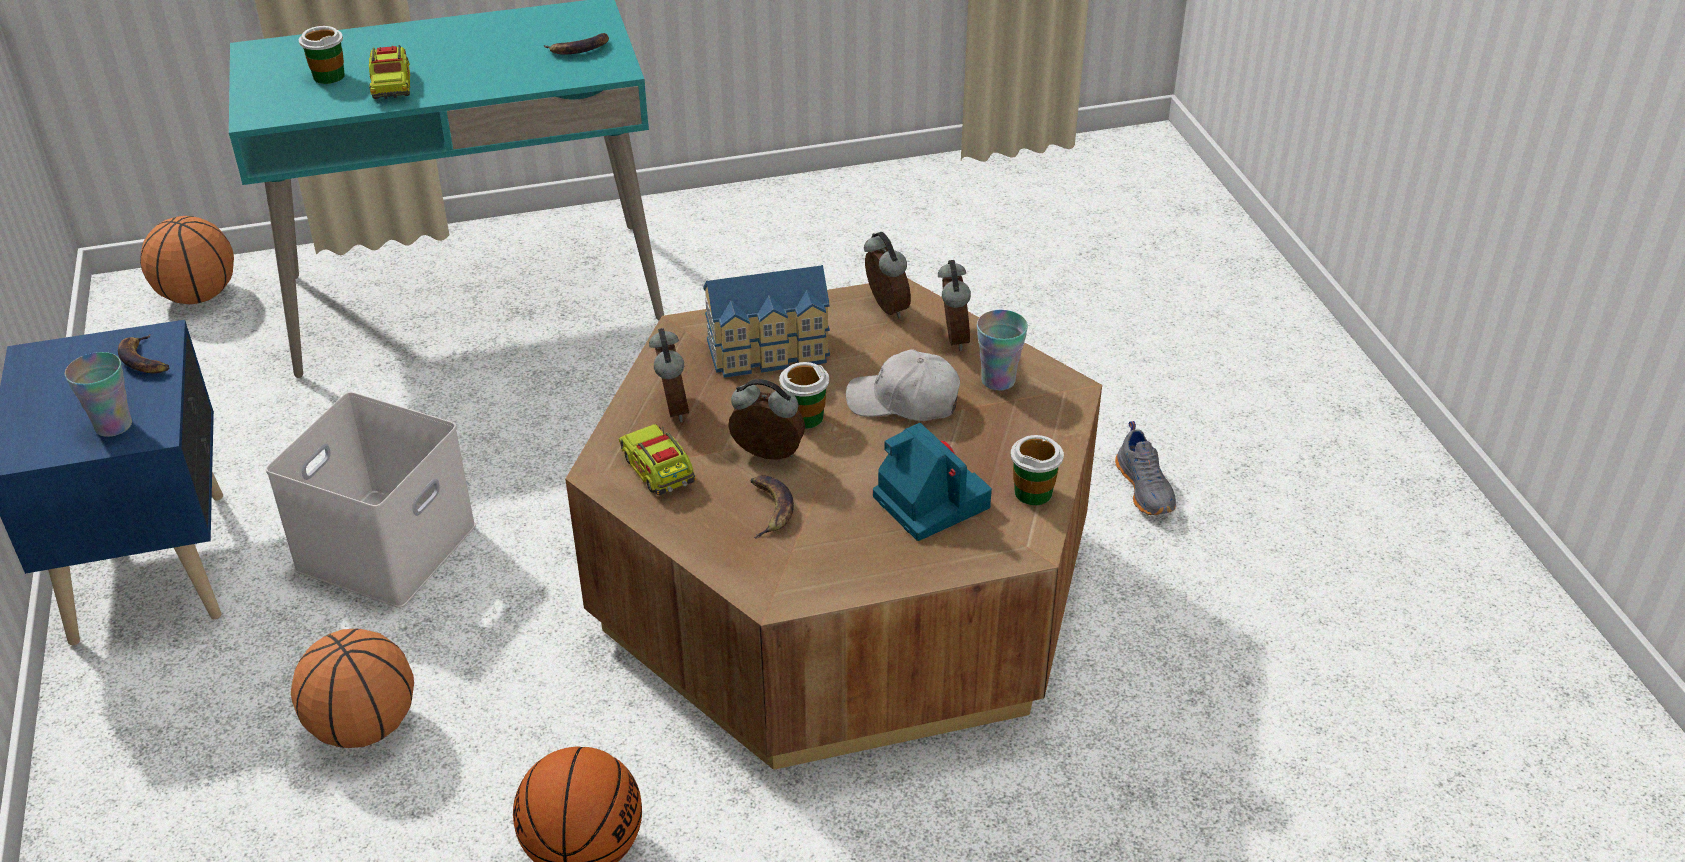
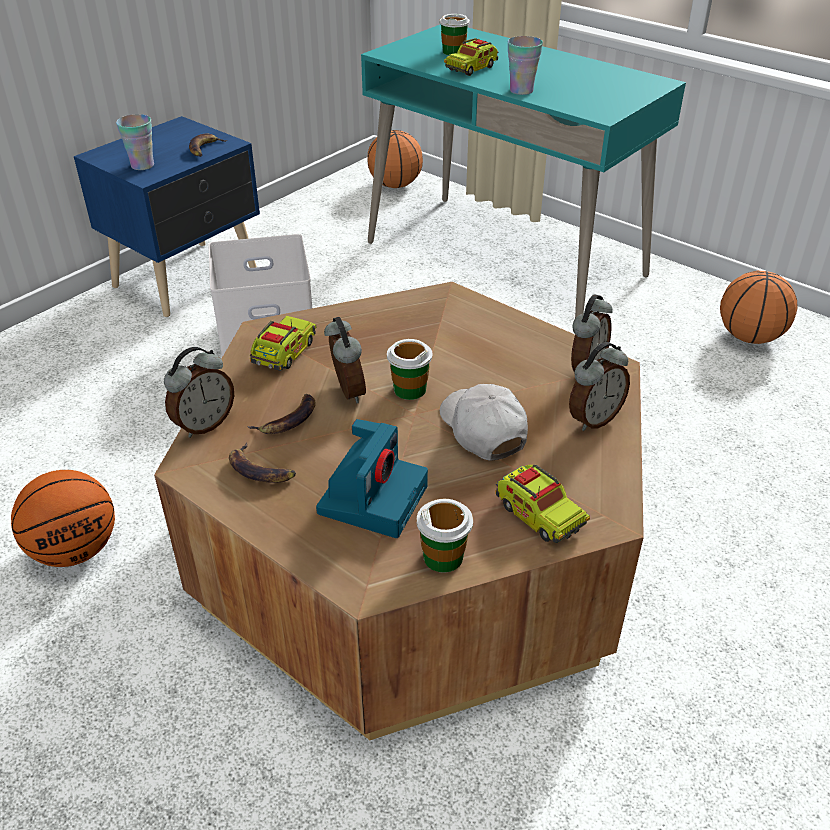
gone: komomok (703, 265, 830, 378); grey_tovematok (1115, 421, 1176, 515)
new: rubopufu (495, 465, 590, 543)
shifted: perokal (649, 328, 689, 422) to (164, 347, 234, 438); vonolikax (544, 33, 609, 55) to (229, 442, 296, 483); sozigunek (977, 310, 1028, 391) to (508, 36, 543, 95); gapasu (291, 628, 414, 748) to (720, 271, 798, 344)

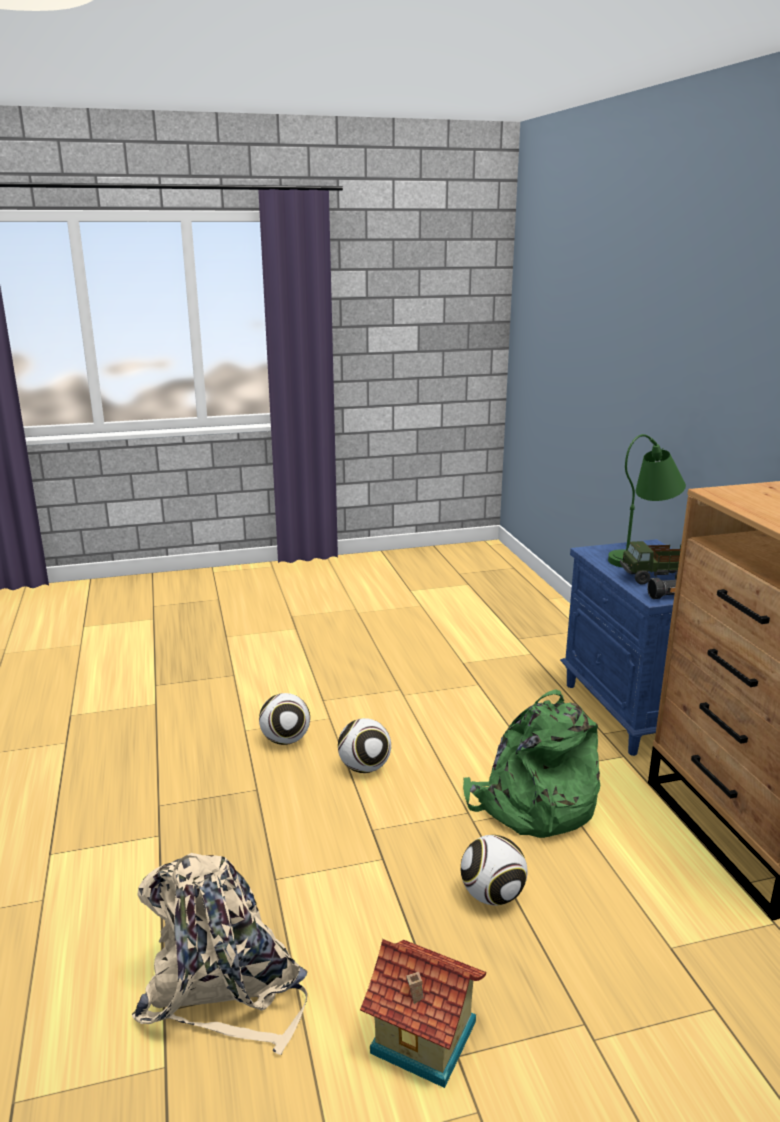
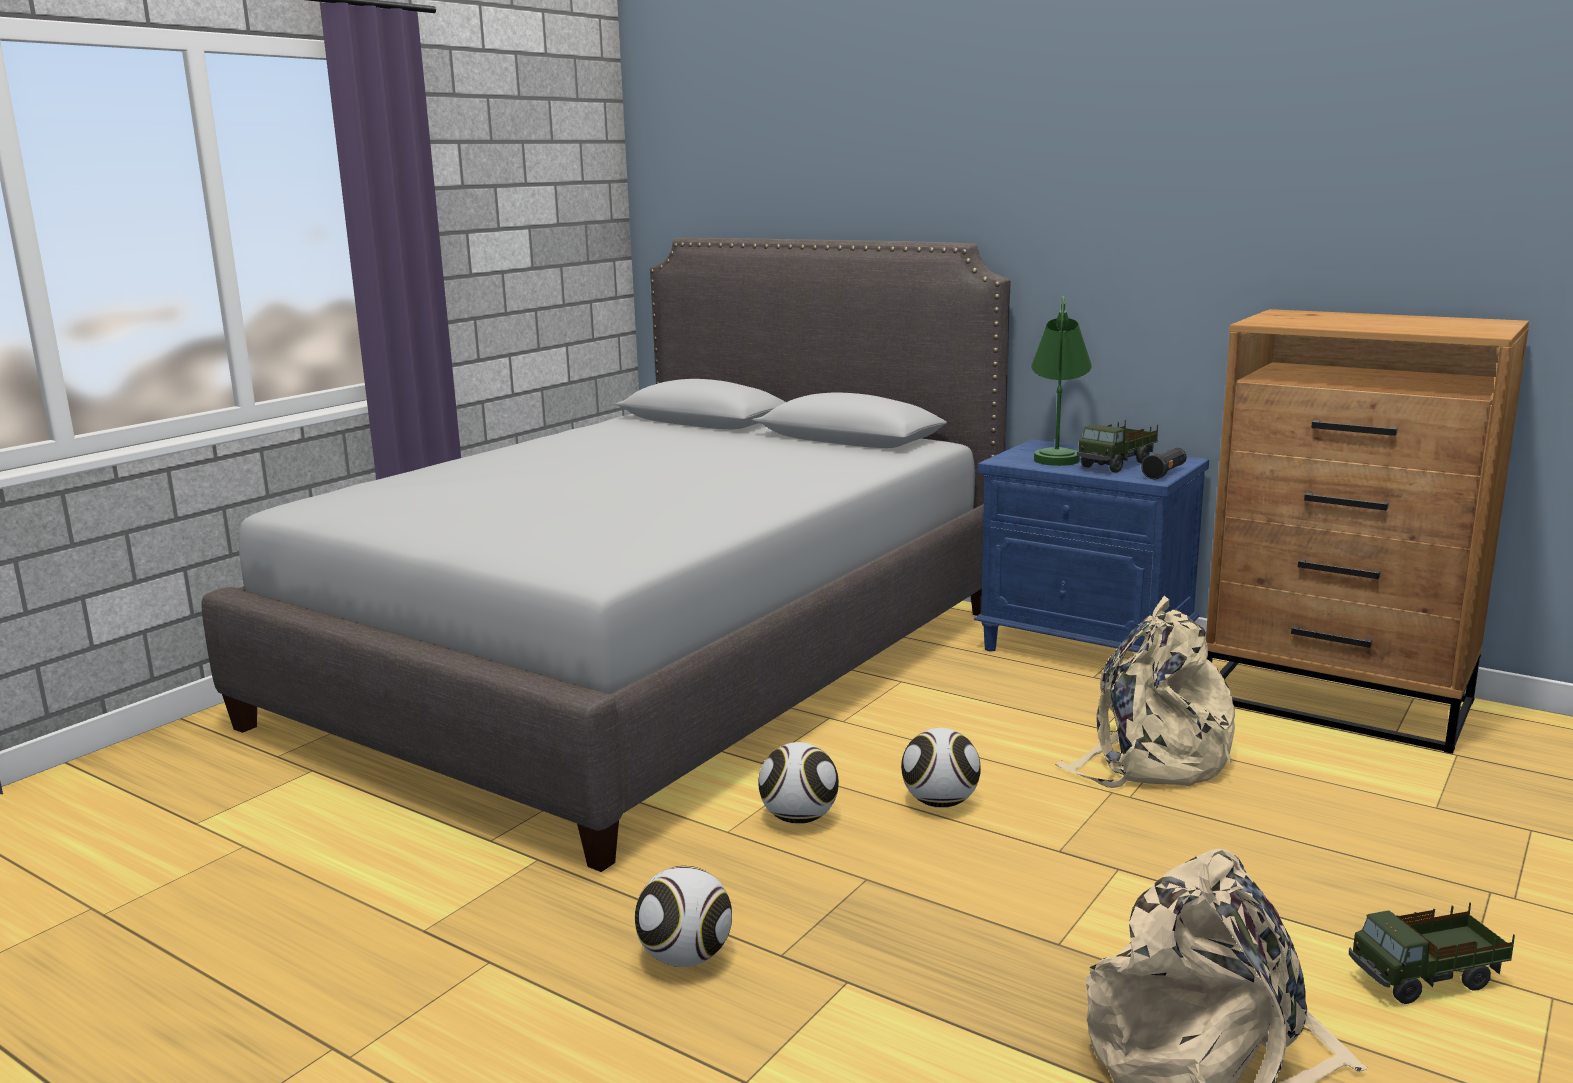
new: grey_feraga (201, 238, 1010, 872)
shifted: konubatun (461, 835, 528, 906) to (635, 866, 732, 967)
swapped: komomok (360, 939, 486, 1088) to rubopufu (1349, 902, 1515, 1004)
repainted: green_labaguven (463, 689, 600, 838) to beige_labaguven (1055, 596, 1235, 788)

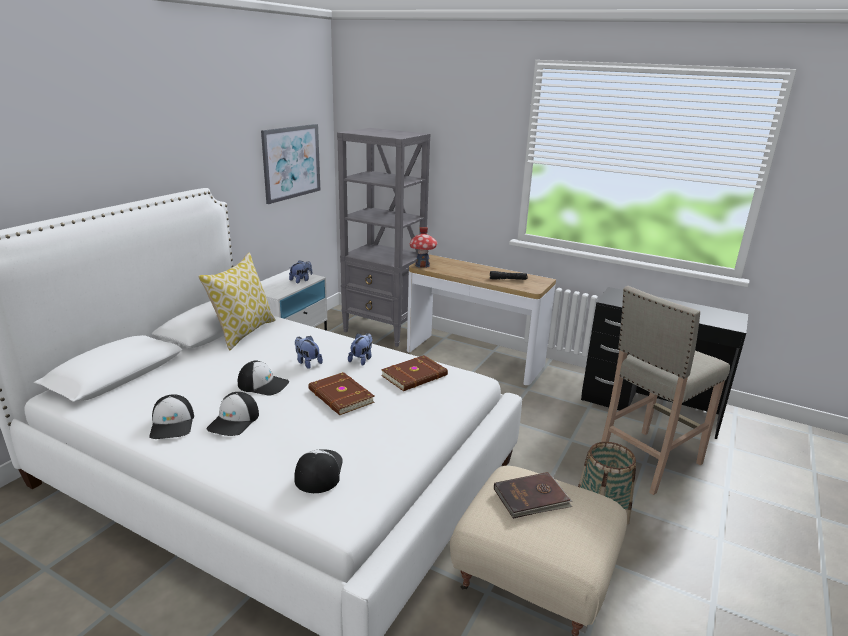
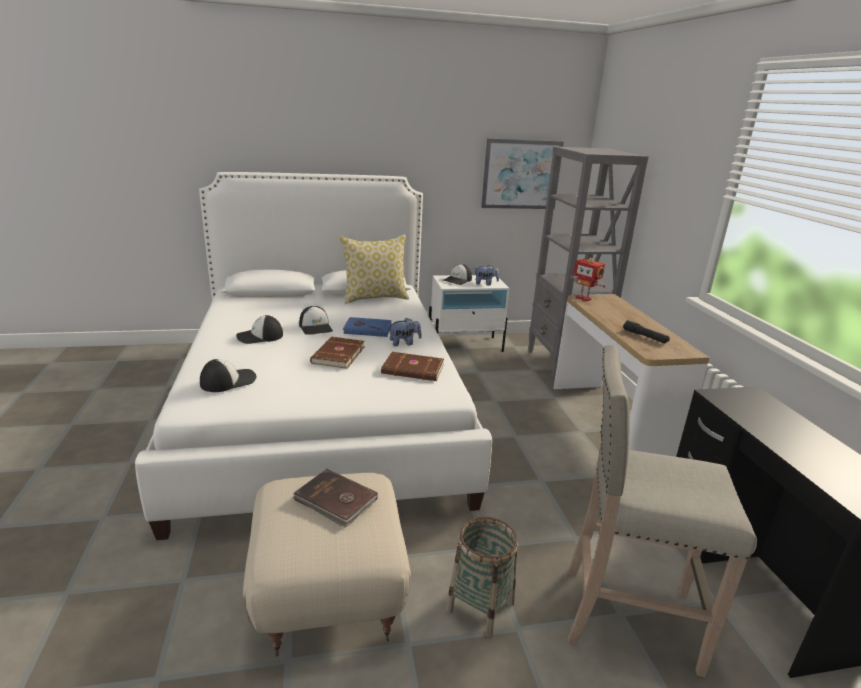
shifted: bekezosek (149, 394, 194, 439) to (443, 264, 472, 285)
swapped: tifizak (295, 336, 323, 369) to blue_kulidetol (343, 317, 392, 337); komomok (410, 227, 437, 268) to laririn (570, 258, 606, 301)

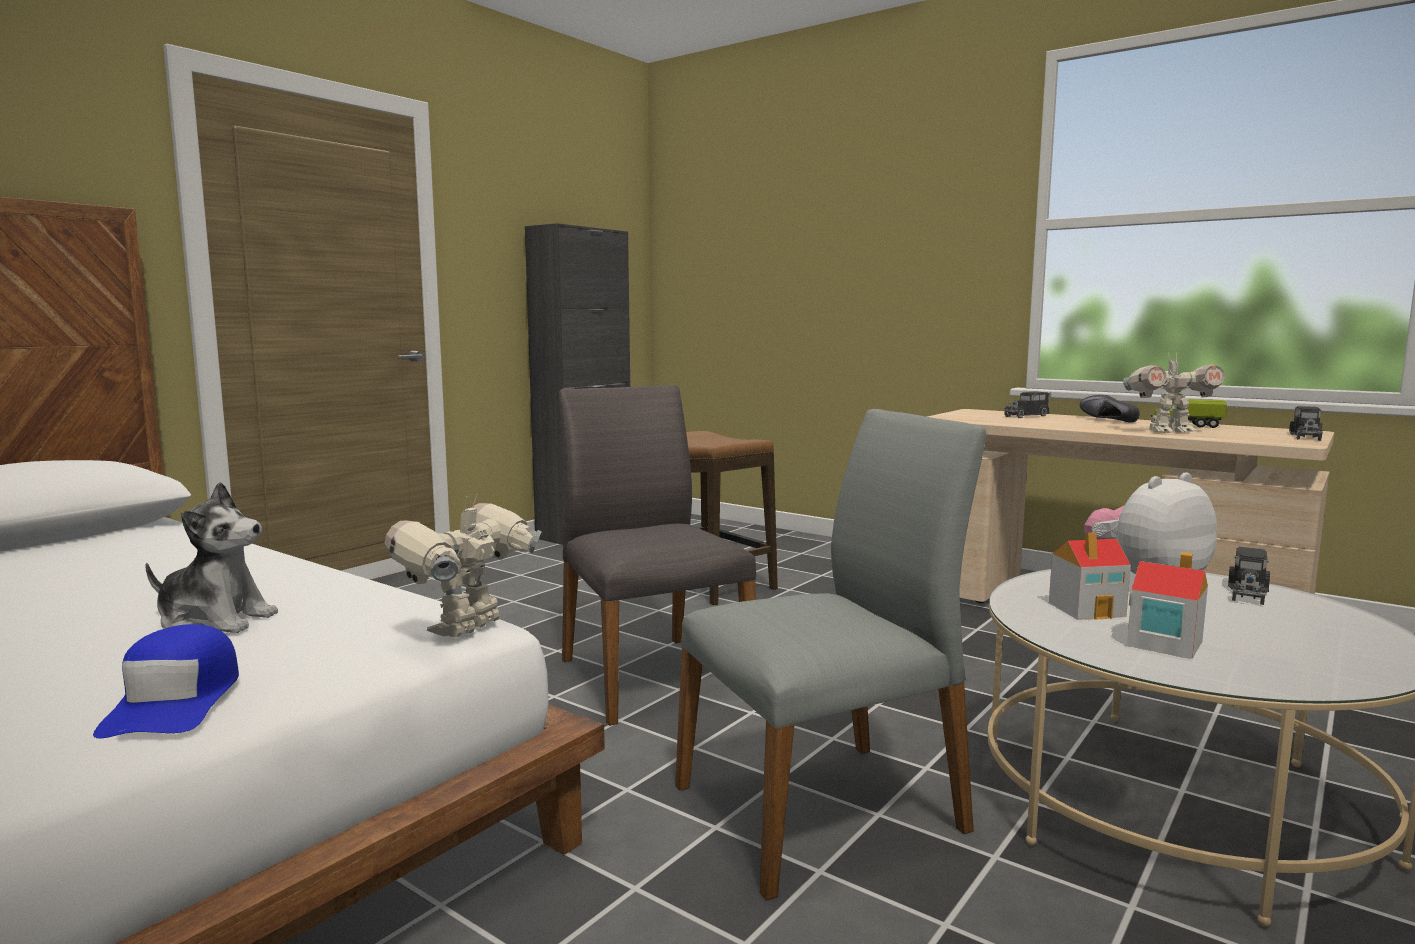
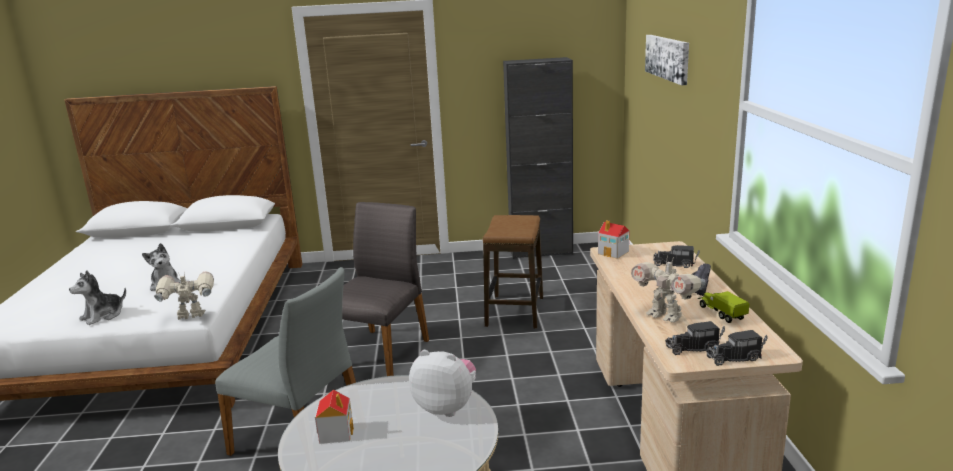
new: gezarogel (645, 35, 689, 85)
shifted: komomok (1049, 532, 1131, 620) to (598, 220, 629, 259); rubopufu (1228, 546, 1270, 605) to (665, 321, 725, 355)
swapped: blue_bekezosek (93, 624, 239, 738) to tifizak (69, 270, 126, 325)

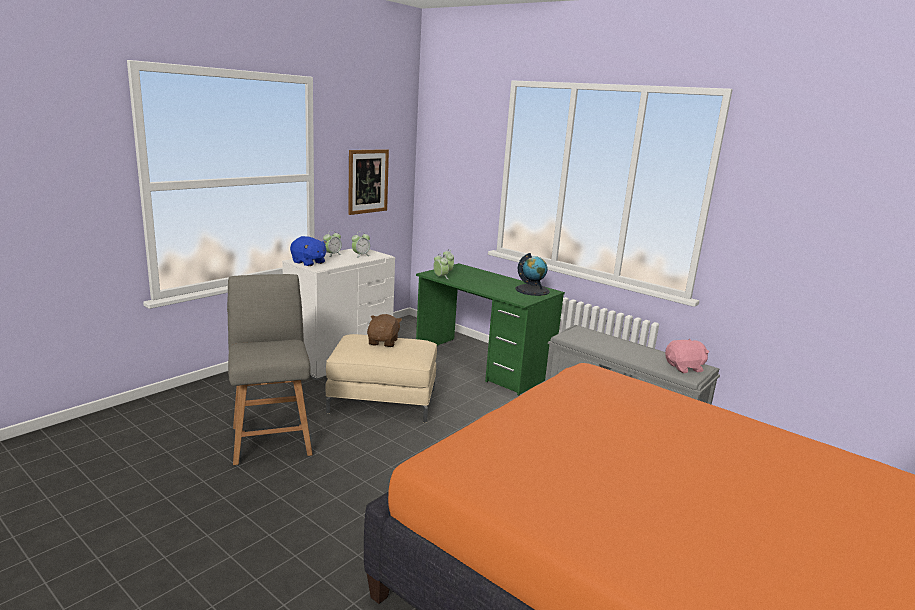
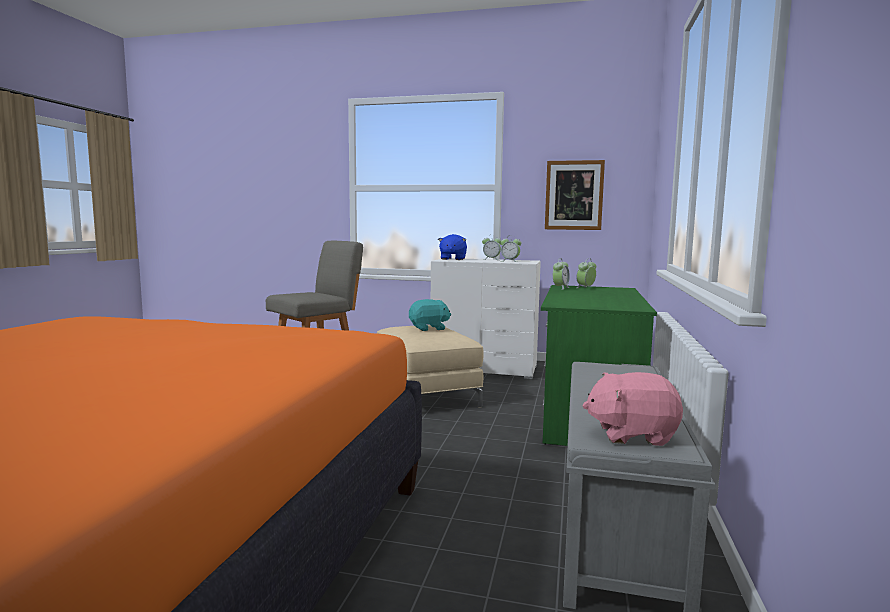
gone: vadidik (515, 253, 550, 296)
repainted: brown_tifizak (367, 314, 402, 347) to turquoise_tifizak (409, 299, 451, 331)
rotated: pink_tifizak (665, 339, 709, 373) = (582, 372, 683, 446) 135 degrees clockwise

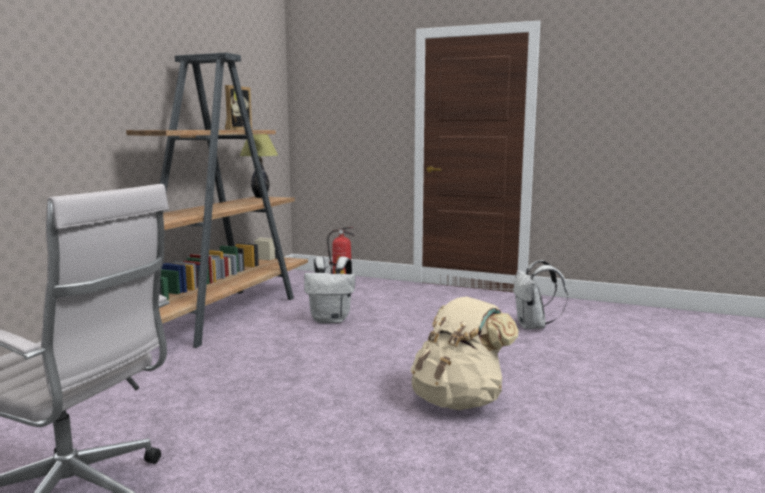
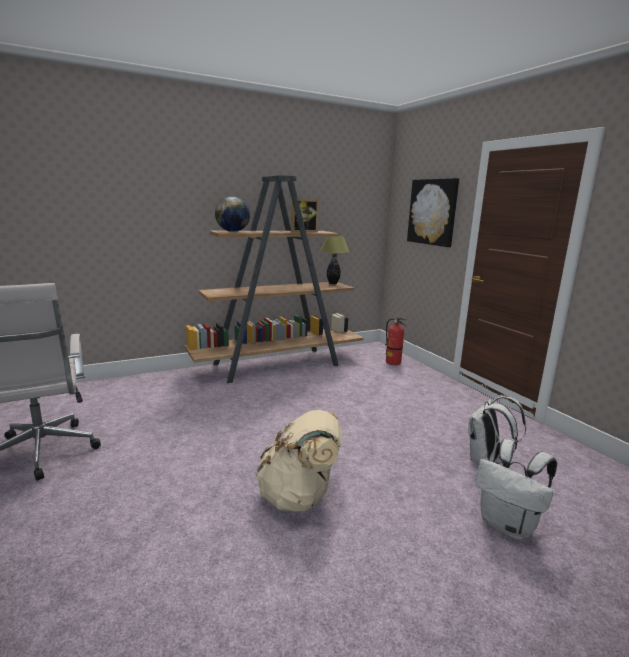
new: vadidik (215, 196, 250, 232); gezarogel (407, 178, 459, 247)
shifted: white_labaguven (304, 256, 356, 323) to (475, 439, 557, 540)

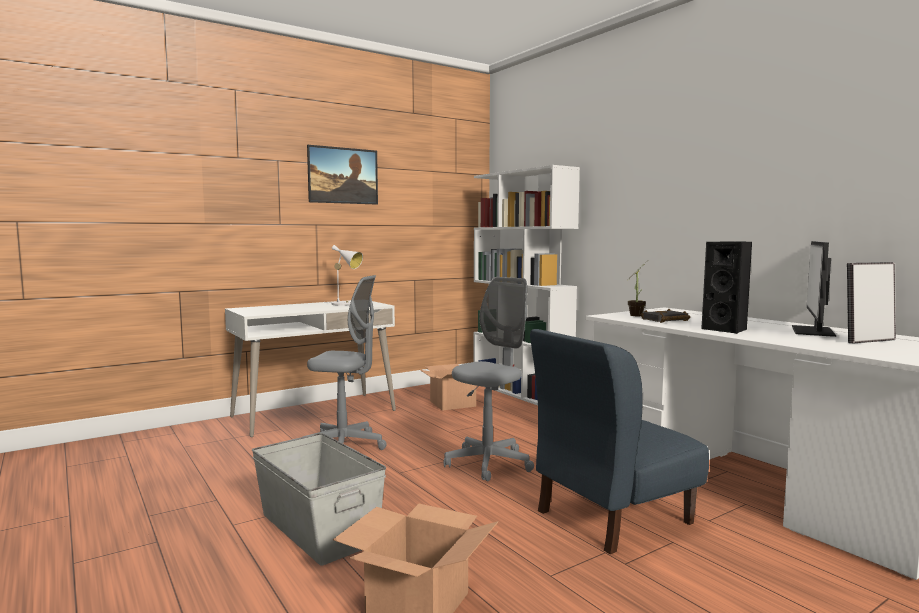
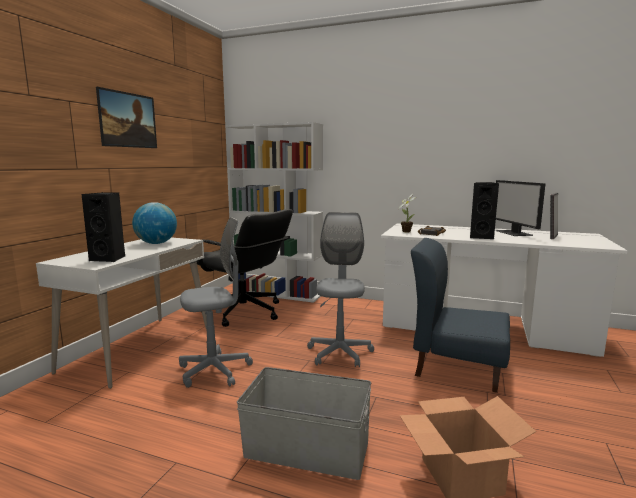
new: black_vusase (82, 192, 125, 262)
swapped: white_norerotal (327, 245, 363, 306) to vadidik (132, 202, 177, 244); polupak (419, 364, 476, 411) to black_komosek (196, 209, 293, 327)
rotated: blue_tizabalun (530, 329, 709, 554) = (411, 238, 510, 393) 90 degrees clockwise

